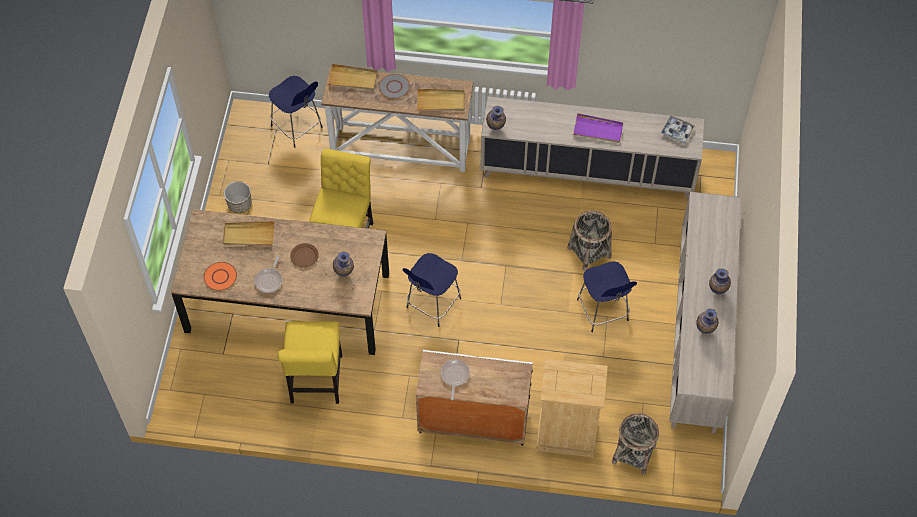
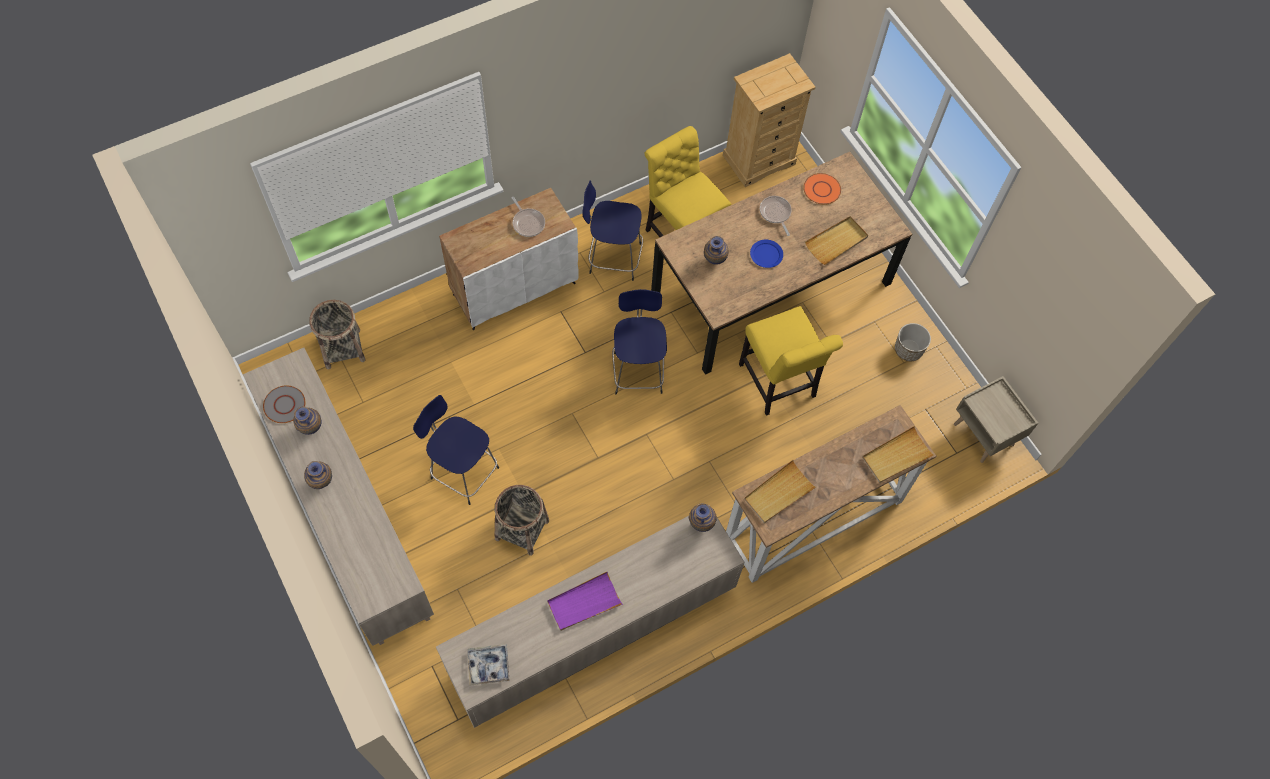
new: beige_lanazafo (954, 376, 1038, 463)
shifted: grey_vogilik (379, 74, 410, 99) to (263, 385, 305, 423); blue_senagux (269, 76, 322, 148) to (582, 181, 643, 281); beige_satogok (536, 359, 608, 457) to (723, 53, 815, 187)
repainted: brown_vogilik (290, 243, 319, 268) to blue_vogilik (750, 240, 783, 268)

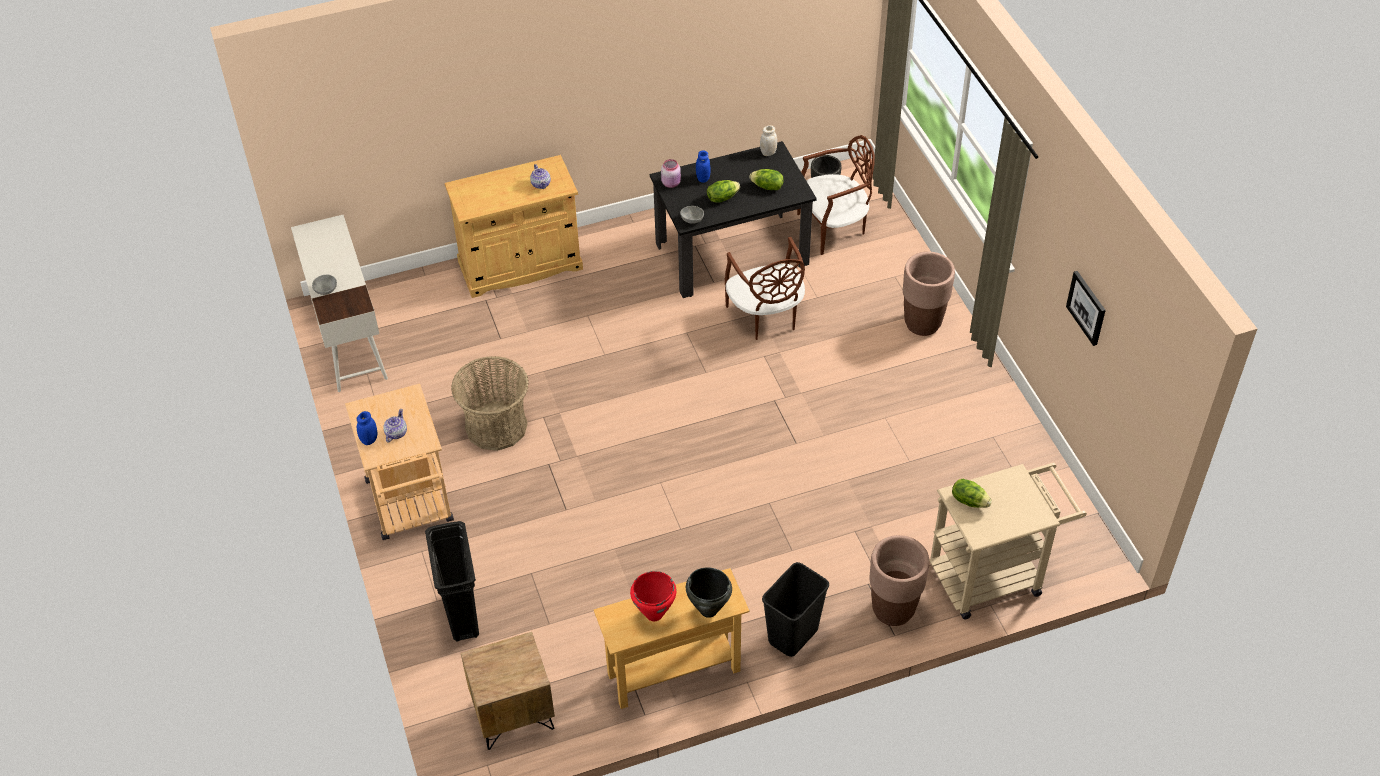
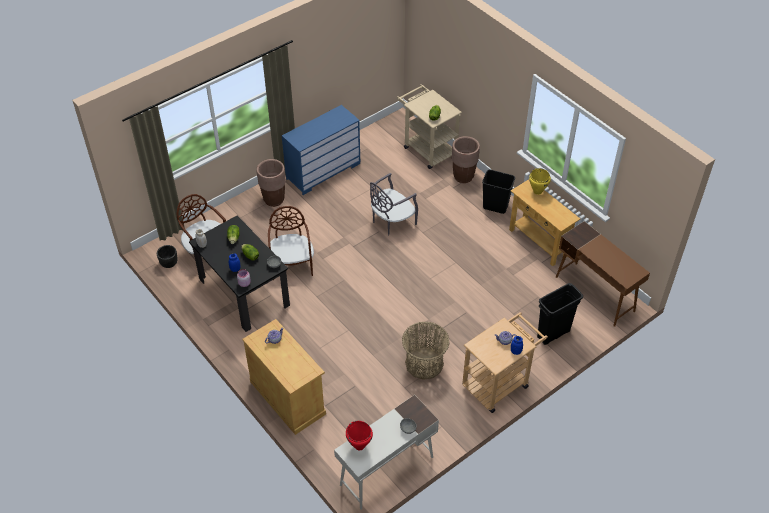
gone: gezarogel (1066, 271, 1106, 346)
new: blue_satogok (282, 105, 360, 195); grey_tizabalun (370, 173, 418, 236)
shifted: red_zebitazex (630, 571, 677, 621) to (346, 421, 373, 450)
swapped: brown_lanazafo (461, 632, 555, 750) to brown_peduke (556, 221, 650, 327)
repainted: black_zebitazex (686, 567, 732, 618) to yellow_zebitazex (529, 168, 551, 195)
rotated: brown_tizabalun (725, 237, 805, 340) = (268, 206, 314, 276) 60 degrees counterclockwise

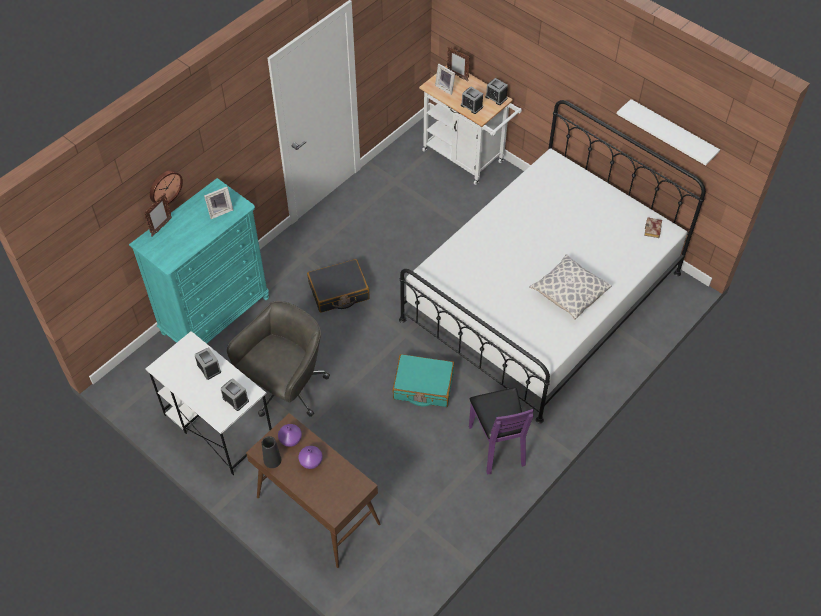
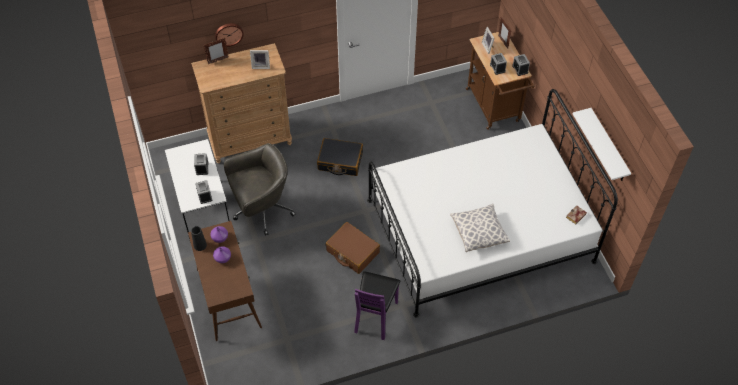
repainted: turquoise_satogok (129, 178, 269, 344) to brown_satogok (191, 43, 292, 164); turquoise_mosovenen (392, 354, 454, 407) to brown_mosovenen (326, 222, 380, 274); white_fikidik (419, 64, 522, 185) to brown_fikidik (466, 32, 535, 130)

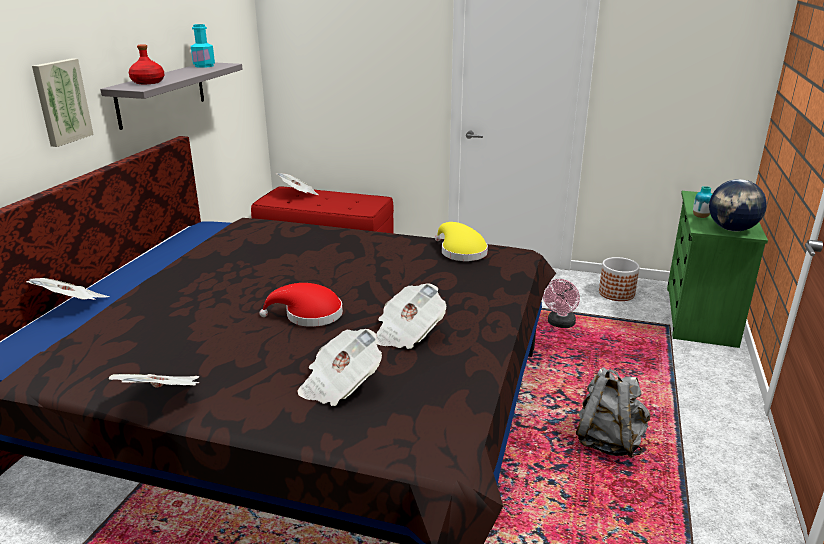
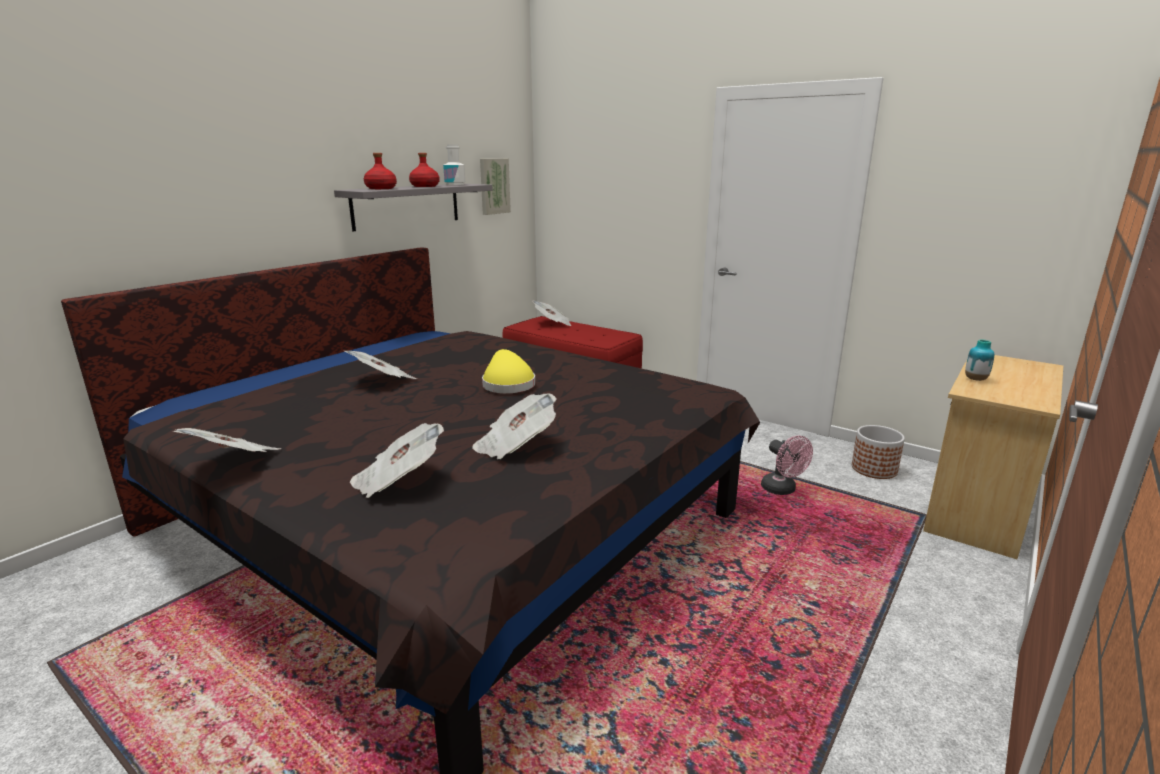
gone: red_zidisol (260, 283, 343, 327); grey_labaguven (576, 367, 650, 458); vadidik (709, 179, 767, 231)
new: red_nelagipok (409, 153, 440, 187)
shifted: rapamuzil (26, 278, 110, 300) to (345, 351, 417, 379); gezarogel (32, 58, 94, 147) to (480, 159, 511, 215); yellow_zidisol (435, 222, 488, 261) to (482, 349, 535, 393)
repainted: turquoise_nelagipok (191, 24, 215, 68) to white_nelagipok (443, 144, 465, 185); green_satogok (667, 191, 768, 348) to beige_satogok (923, 355, 1063, 559)
rotated: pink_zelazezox (543, 279, 580, 328) = (761, 436, 813, 495) 75 degrees counterclockwise

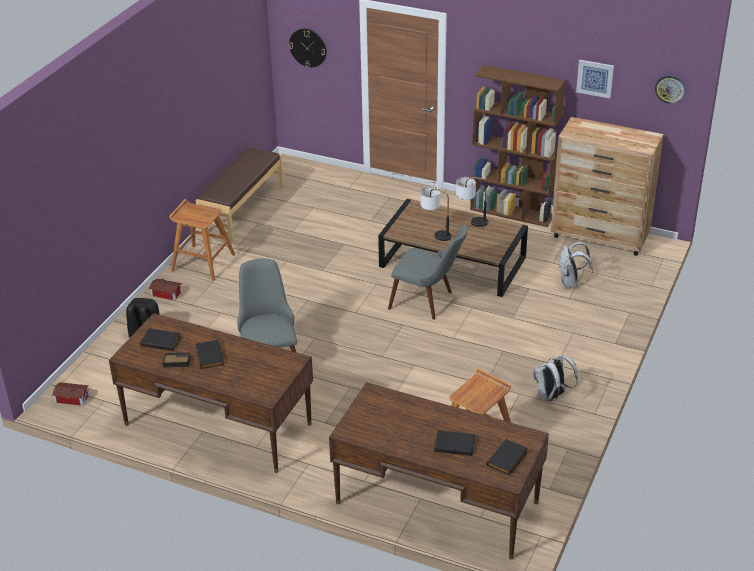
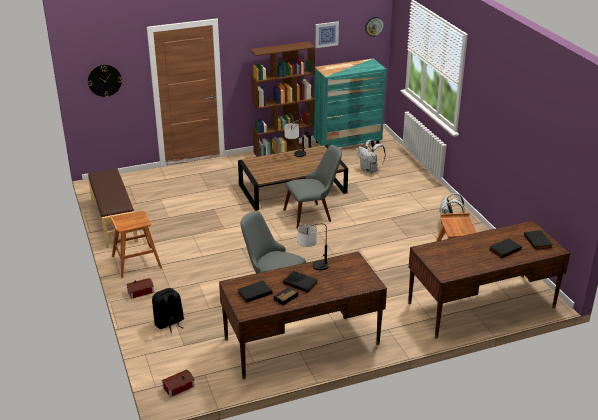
shifted: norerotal (420, 187, 451, 241) to (298, 223, 329, 270)
repainted: brown_satogok (551, 117, 663, 256) to turquoise_satogok (314, 58, 386, 148)

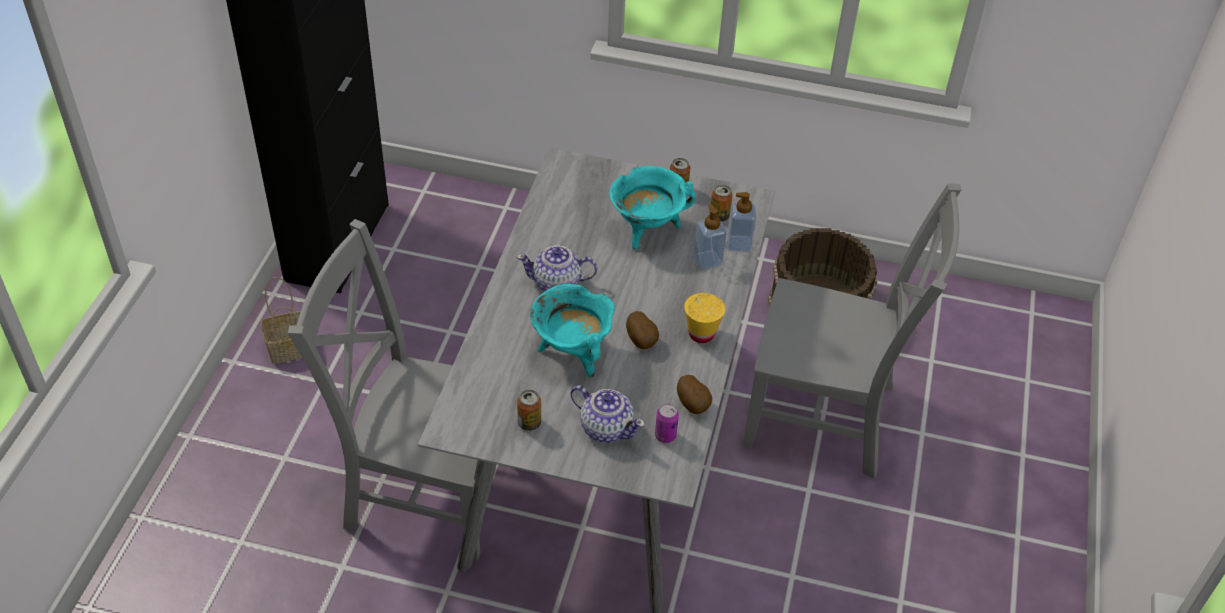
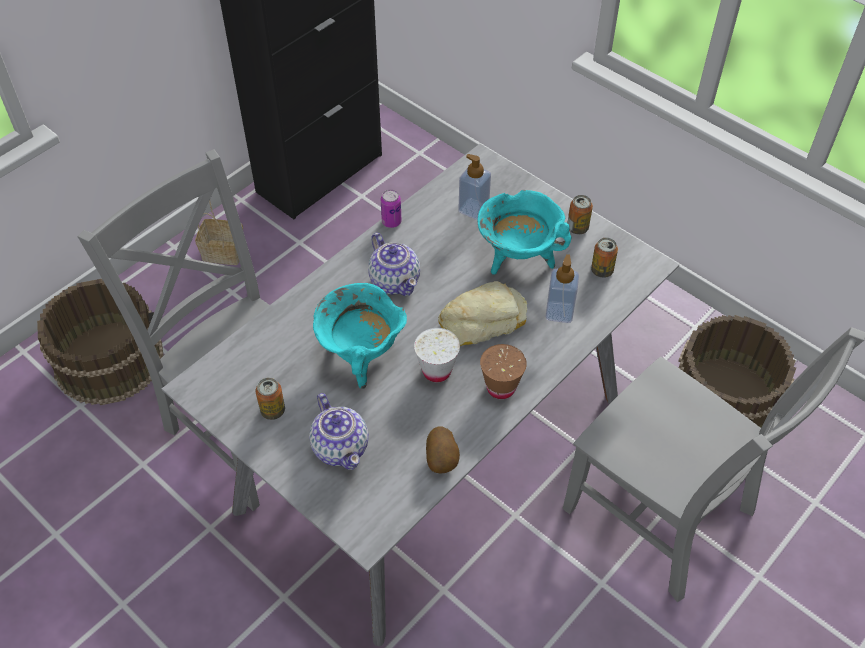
new: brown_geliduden (37, 279, 164, 405); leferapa (438, 281, 528, 346)
shifted: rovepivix (655, 404, 679, 443) to (381, 190, 402, 228); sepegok (727, 192, 756, 252) to (458, 154, 491, 220)
swapped: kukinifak (626, 311, 659, 349) to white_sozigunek (414, 328, 460, 382)
repainted: yellow_sozigunek (684, 293, 725, 343) to brown_sozigunek (480, 344, 527, 399)
rotated: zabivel (516, 245, 597, 292) = (368, 232, 420, 296) 150 degrees counterclockwise

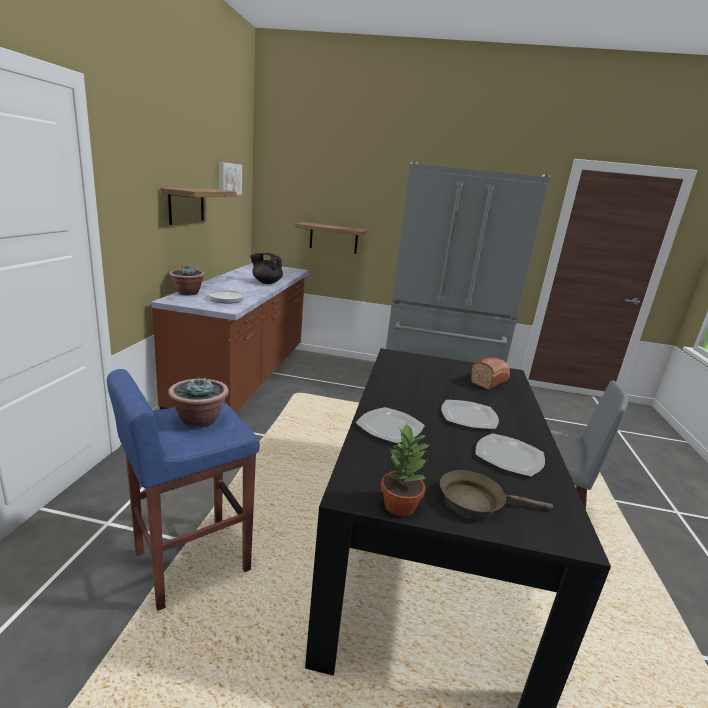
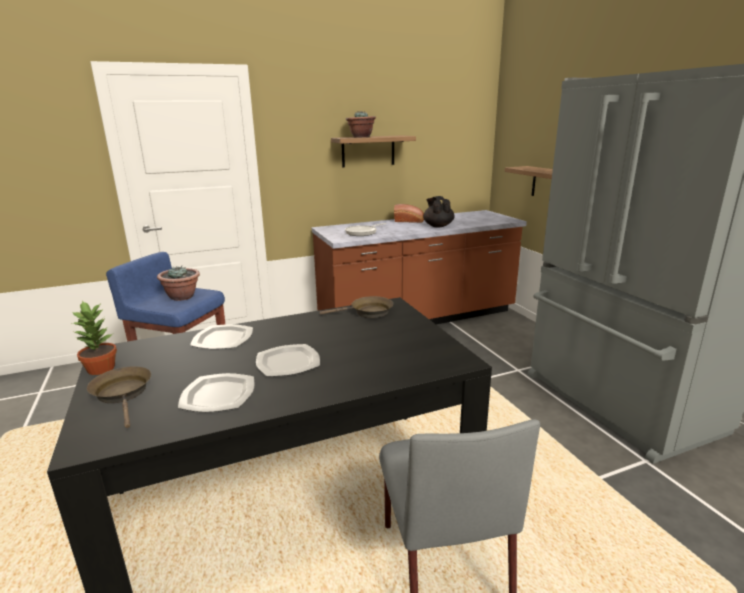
gone: gezarogel (219, 162, 242, 195)
new: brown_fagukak (320, 296, 393, 318)
shifted: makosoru (169, 266, 205, 295) to (346, 111, 376, 138); leferapa (471, 358, 510, 390) to (394, 204, 424, 223)

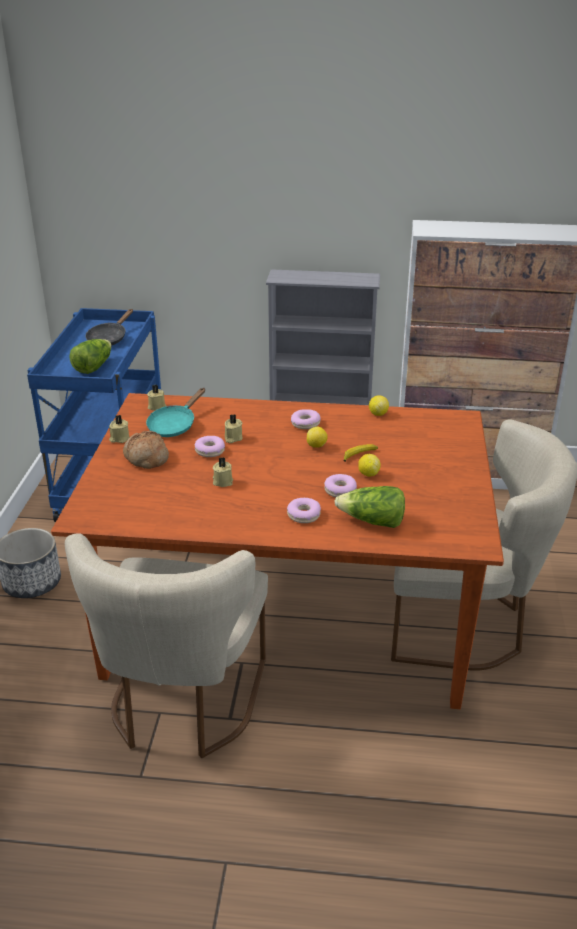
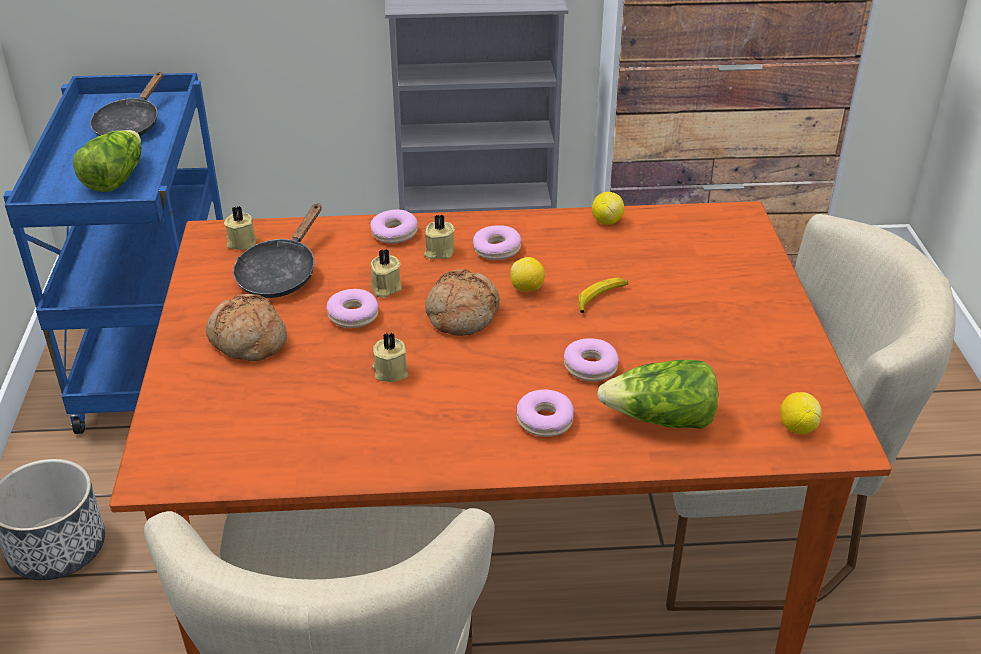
new: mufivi (370, 209, 418, 244); leferapa (425, 269, 500, 336)
shifted: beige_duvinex (109, 415, 129, 443) to (424, 215, 455, 260); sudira (358, 454, 381, 477) to (780, 392, 822, 434)
repainted: turquoise_fagukak (146, 388, 205, 437) to black_fagukak (233, 203, 322, 298)

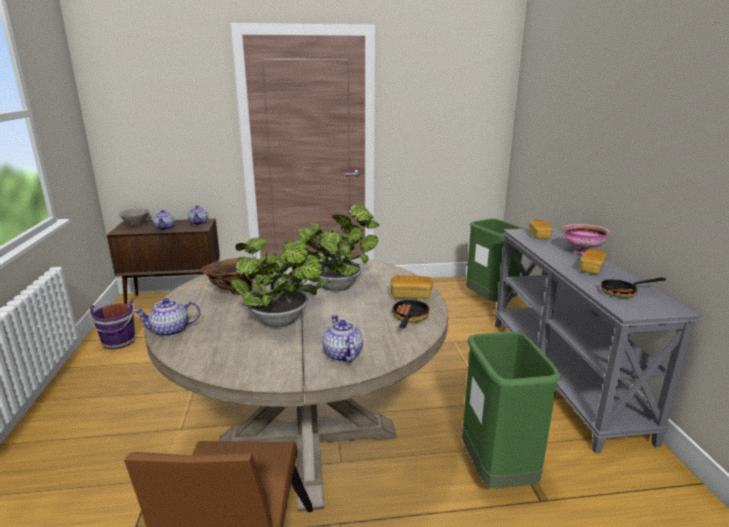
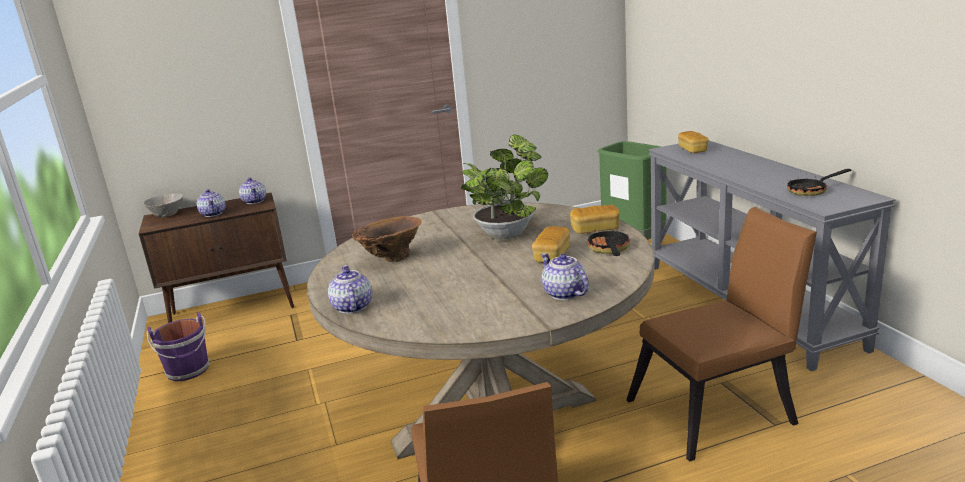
gone: makosoru (230, 237, 328, 327); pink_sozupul (563, 224, 610, 254)
shifted: leferapa (580, 249, 607, 274) to (532, 226, 570, 263)
swapped: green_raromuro (462, 331, 561, 489) to brown_tizabalun (627, 207, 817, 462)
rotated: zabivel (133, 298, 200, 337) = (328, 265, 372, 314) 105 degrees clockwise

